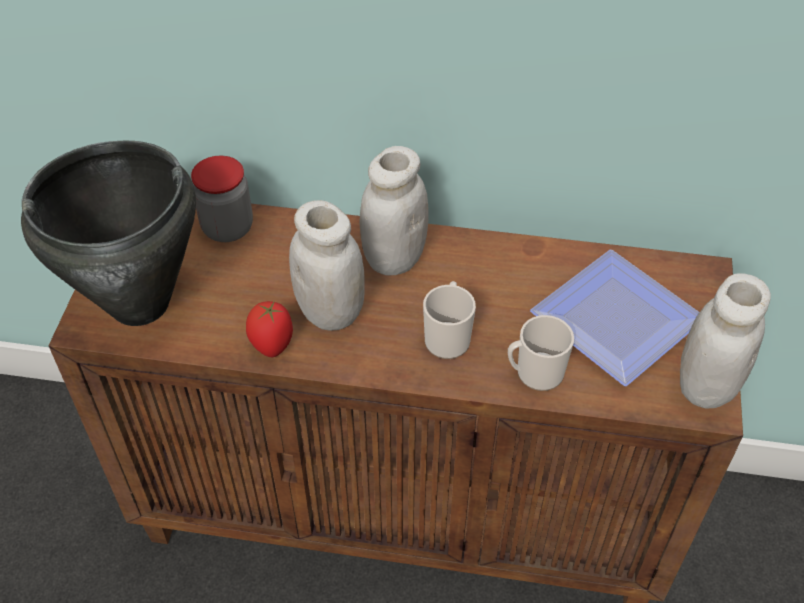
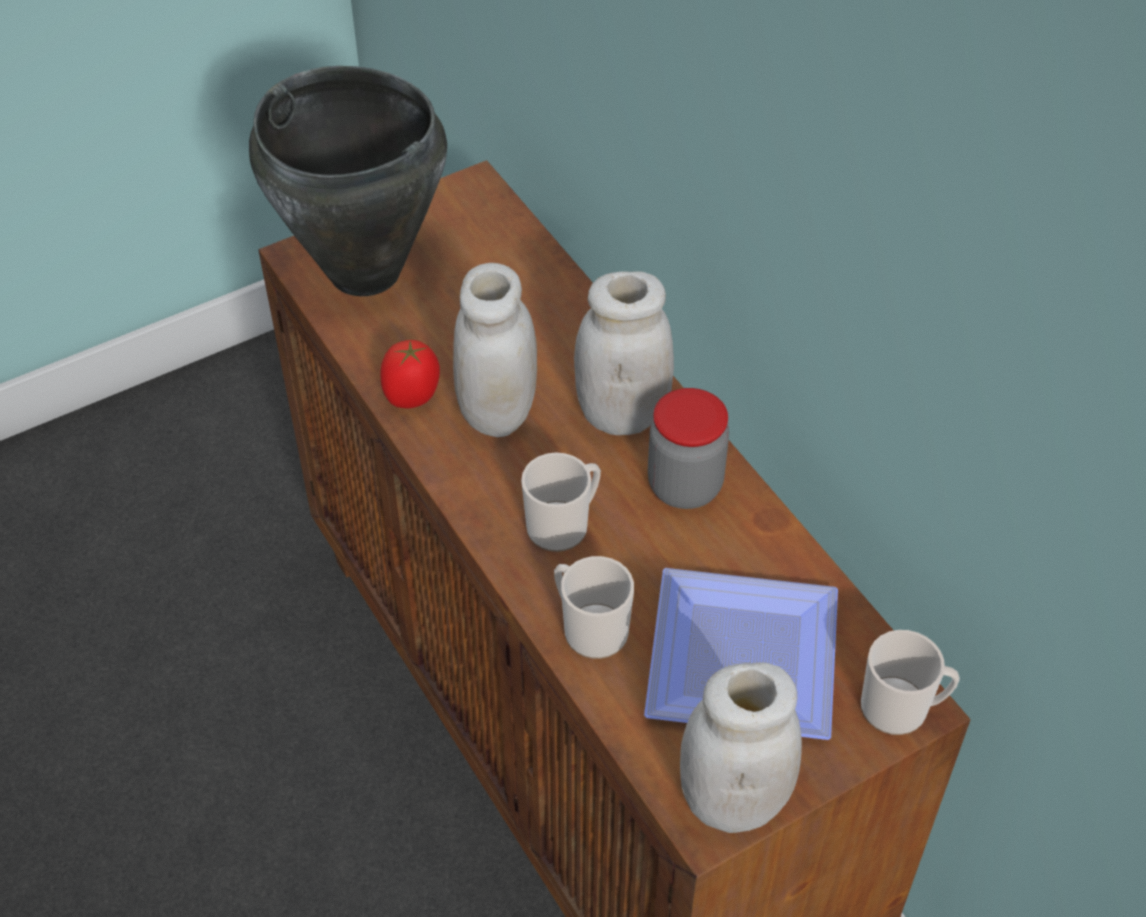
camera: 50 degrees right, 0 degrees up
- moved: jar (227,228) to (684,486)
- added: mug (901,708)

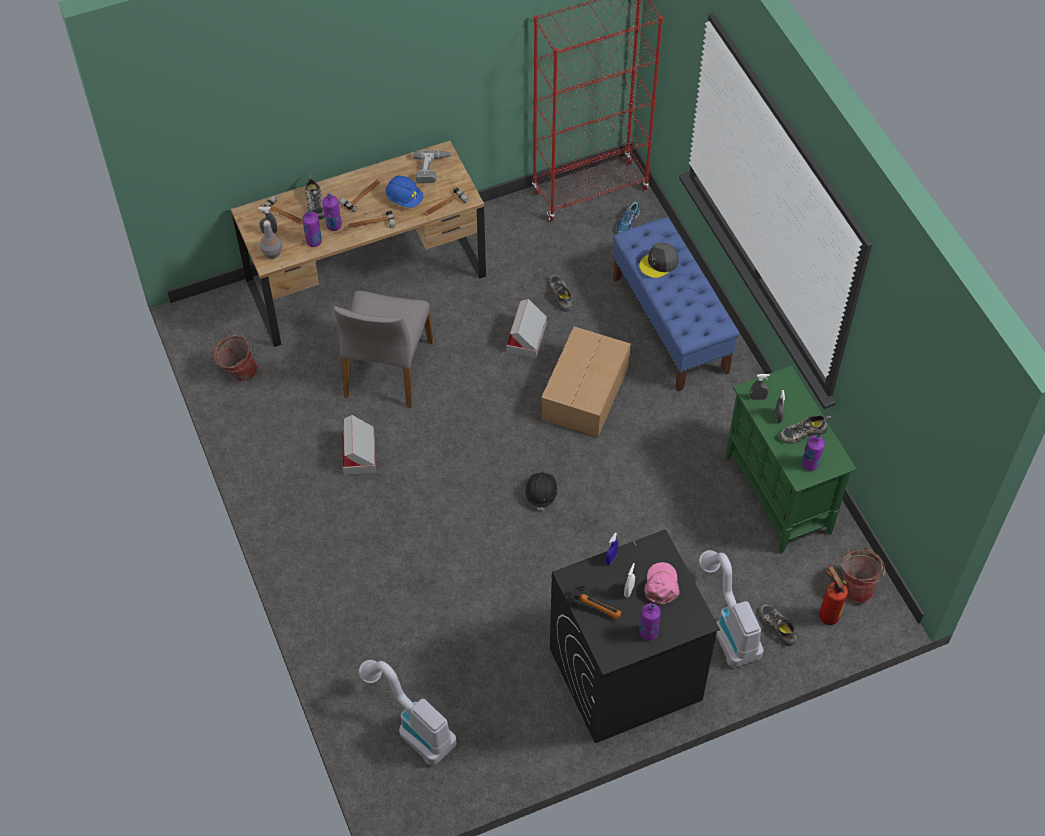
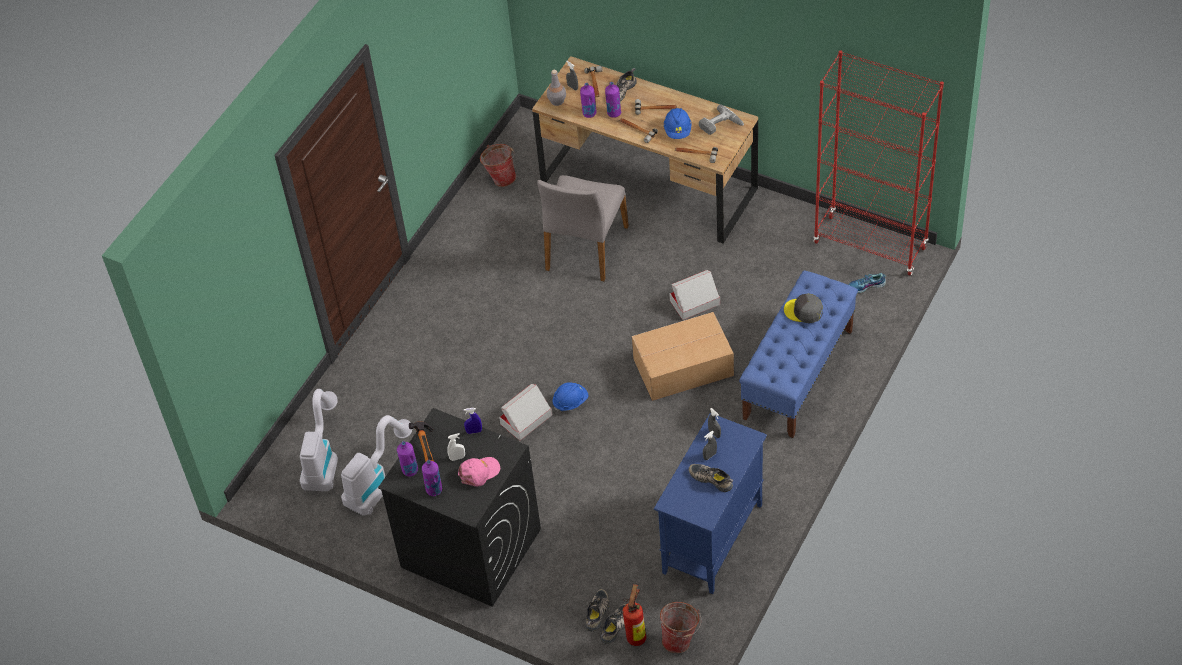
camera: 55 degrees right, 5 degrees down
- moved: shoe (562,295) to (616,626)
- turned: grey chair (386,369) = (585,248) 45 degrees counterclockwise
- recoloured: green cabinet (778,496) to blue cabinet (712,540)
- moved: cardboard box (359,454) to (526,419)
- moved: purple bottle (810,464) to (410,470)
- recoloured: black hard hat (541,494) to blue hard hat (570,402)
- moved: vacuum cleaner (728,626) to (377,482)

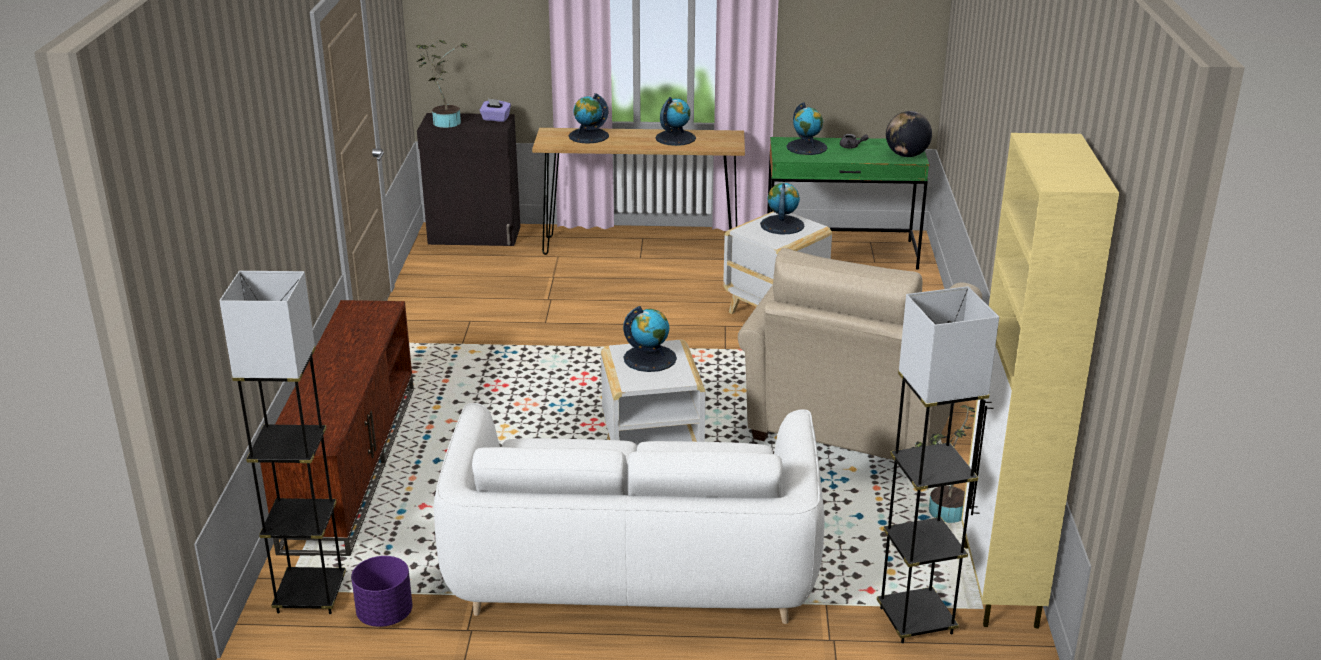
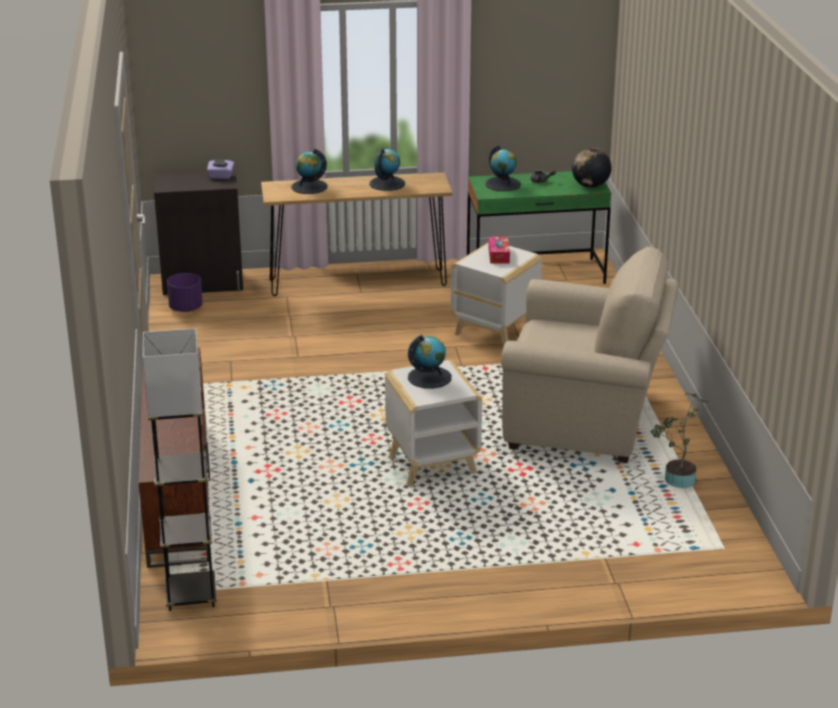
camera: 10 degrees left, 0 degrees up
- removed: potted plant (444,122)
- removed: beige cabinet (999,587)
- replaced: globe (782,225) to tissue box (498,255)
- turned: beige armchair (850,427) = (585,422) 90 degrees counterclockwise
- removed: grey floor lamp (916,620)
- removed: white sofa (633,574)
- moved: purple planter (384,615) to (185,308)

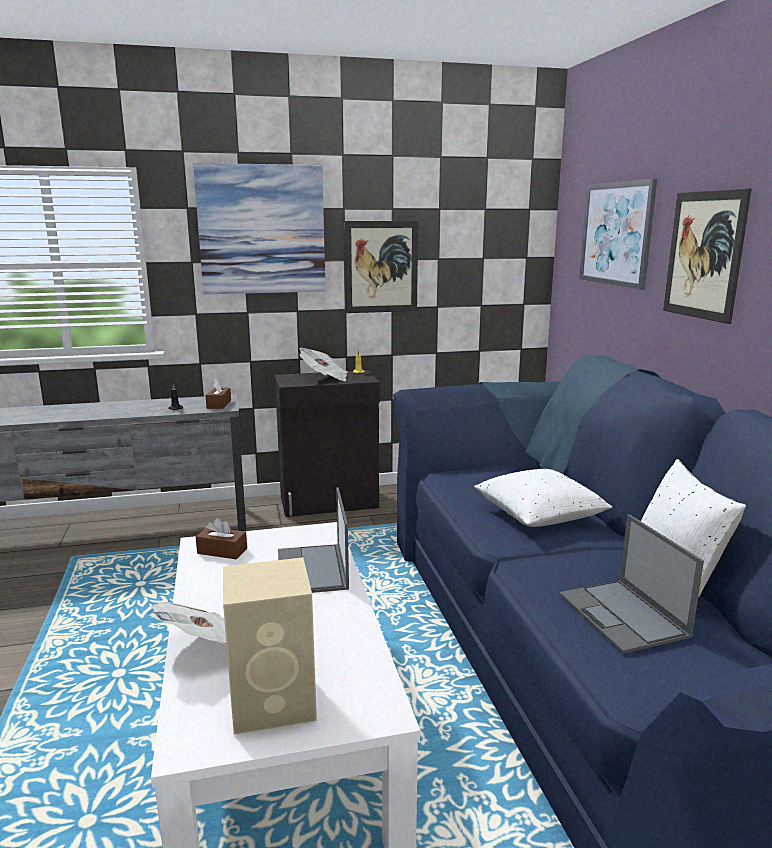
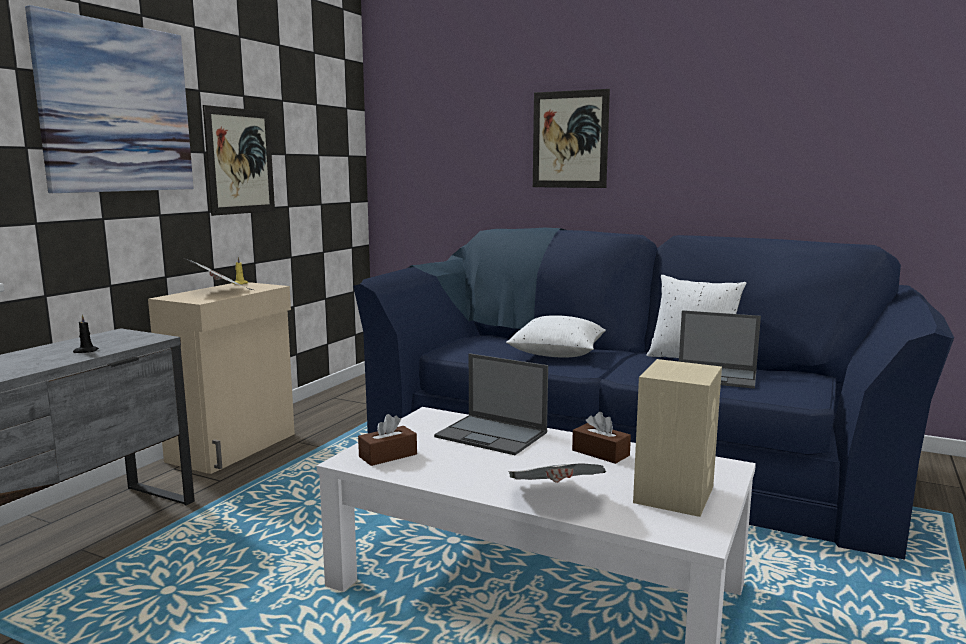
camera: 50 degrees left, 5 degrees down
- removed: picture (616,234)
- recoloured: black cabinet (330,503) to beige cabinet (234,447)
- moved: brown tissue box (219,404) to (600,453)

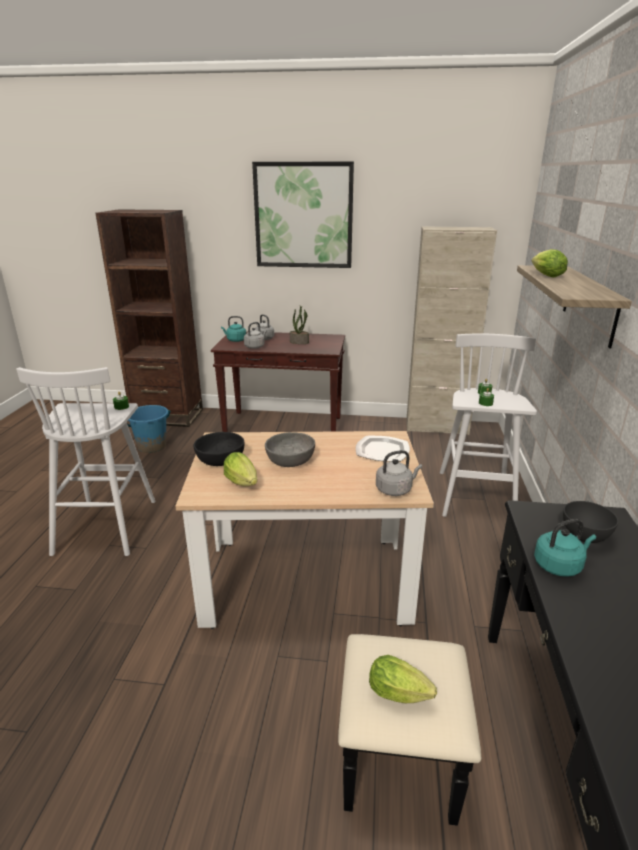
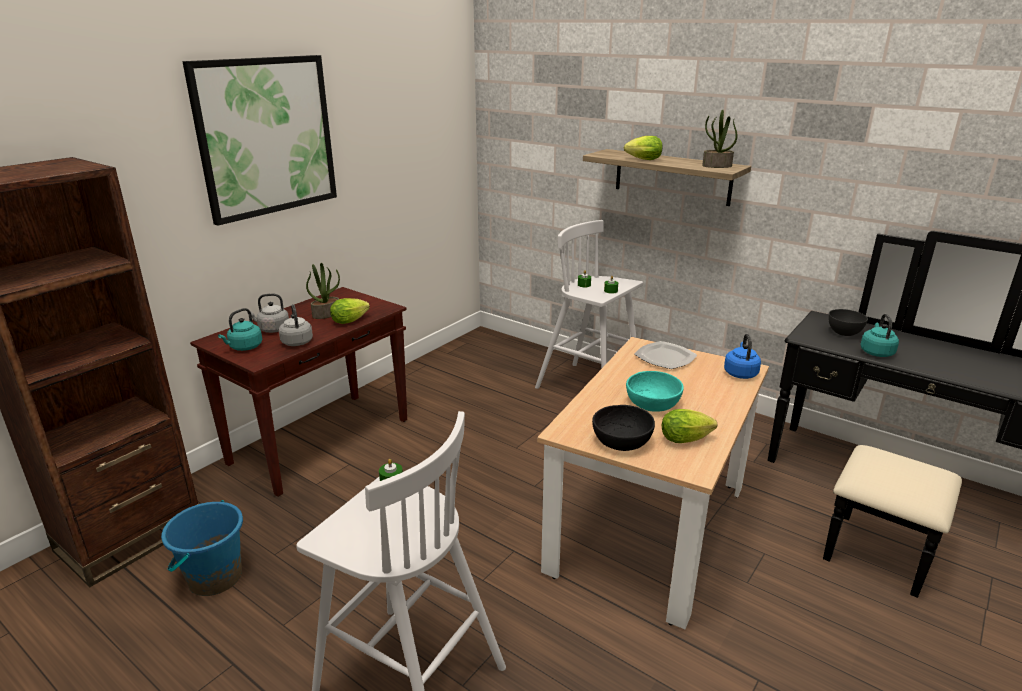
camera: 60 degrees left, 0 degrees up
- removed: beige cabinet (436,427)
- recoloured: grey bowl (290,460) to turquoise bowl (652,403)
- recoloured: grey kettle (395,489) to blue kettle (740,373)
- moved: lettuce (401,695) to (351,320)
- added: potted plant (716,166)

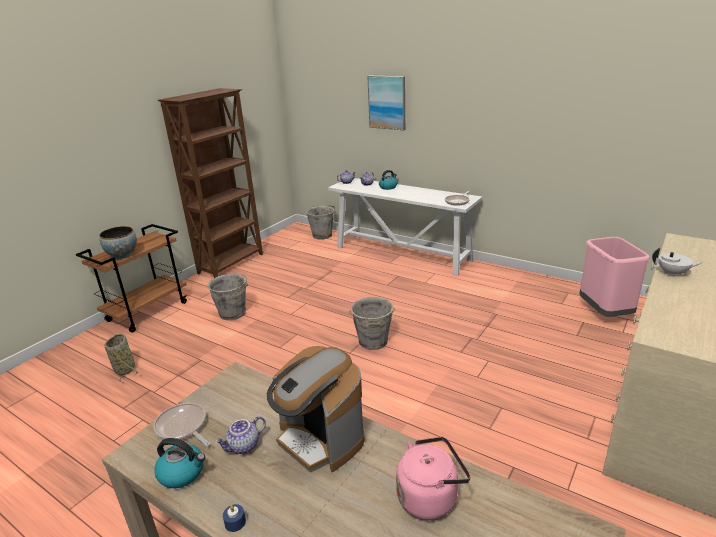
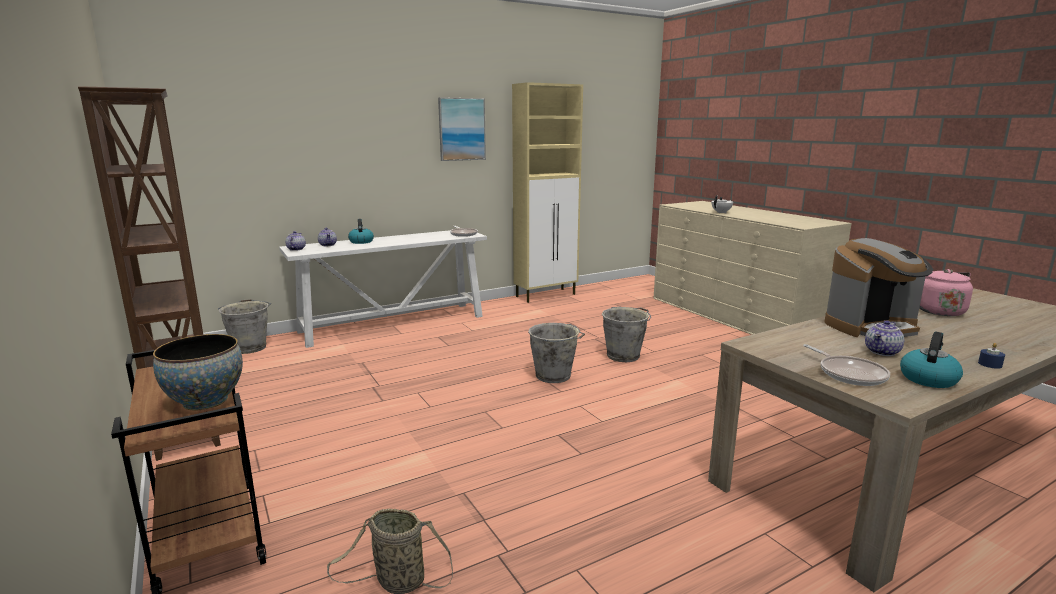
camera: 65 degrees left, 10 degrees down
- moved: picture (387,102) to (461,129)
- removed: pink trash can (605,312)
- moved: grey bucket (233,313) to (624,355)
- turned: frying pan (183,427) = (849,374) 90 degrees counterclockwise
- turned: teapot (244,446) = (882,352) 60 degrees clockwise
- added: beige cabinet (546,295)

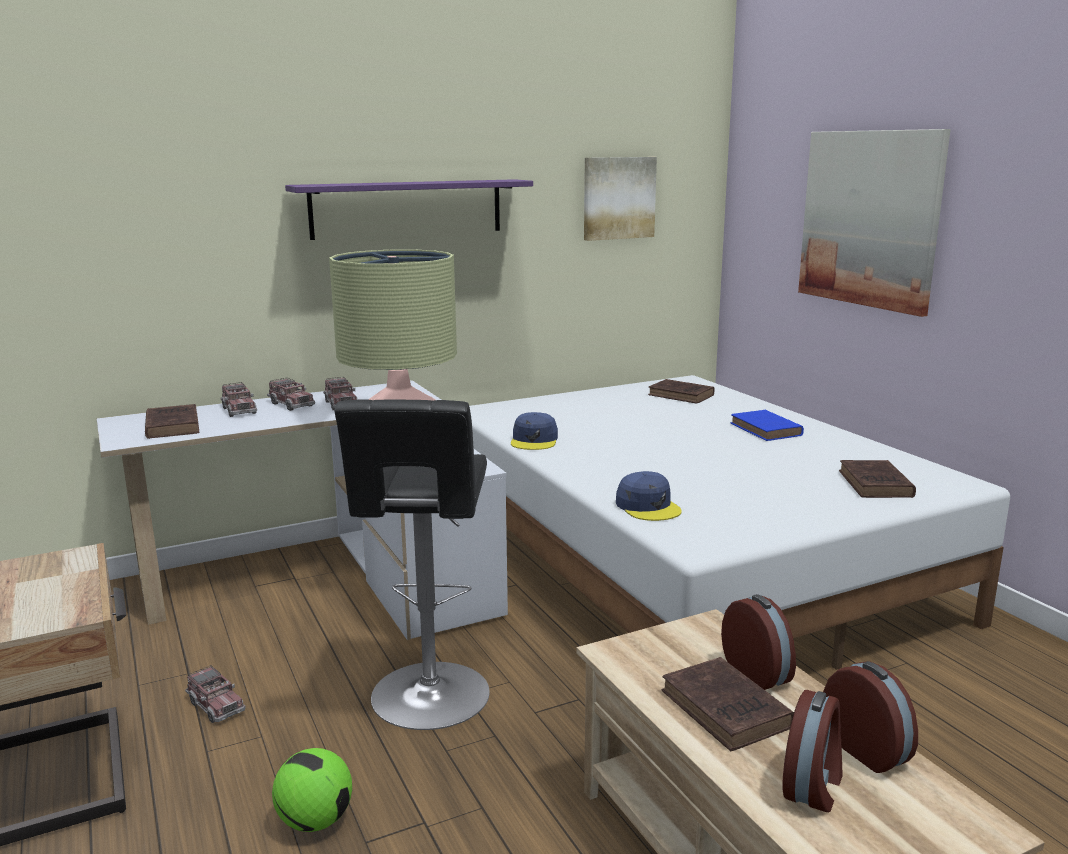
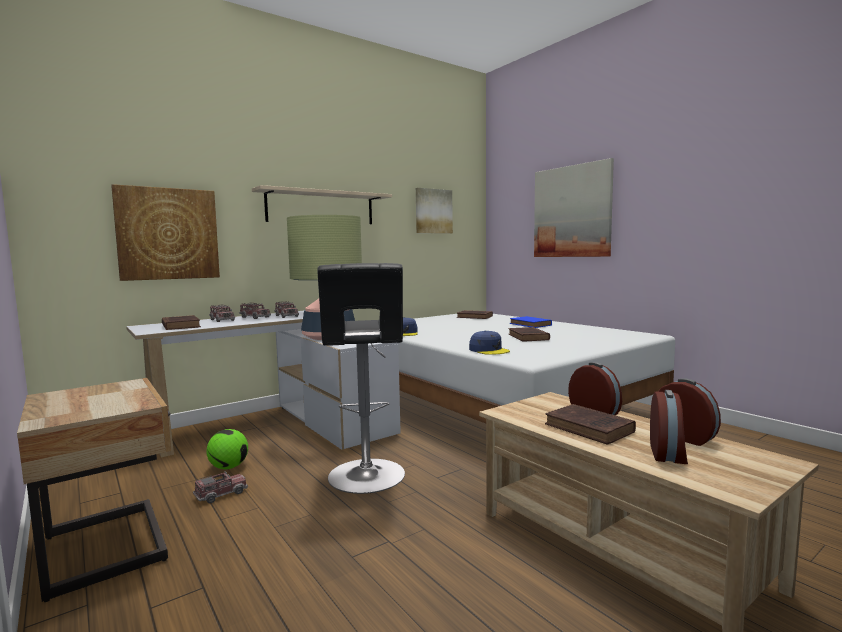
camera: 10 degrees left, 10 degrees down
- recoloured: purple shelf (407,208) to beige shelf (321,208)
- moved: brown book (876,485) to (528,337)
- turned: toy truck (216,705) = (221,494) 75 degrees counterclockwise
- moved: football (315,821) to (228,467)
- added: picture (168,234)

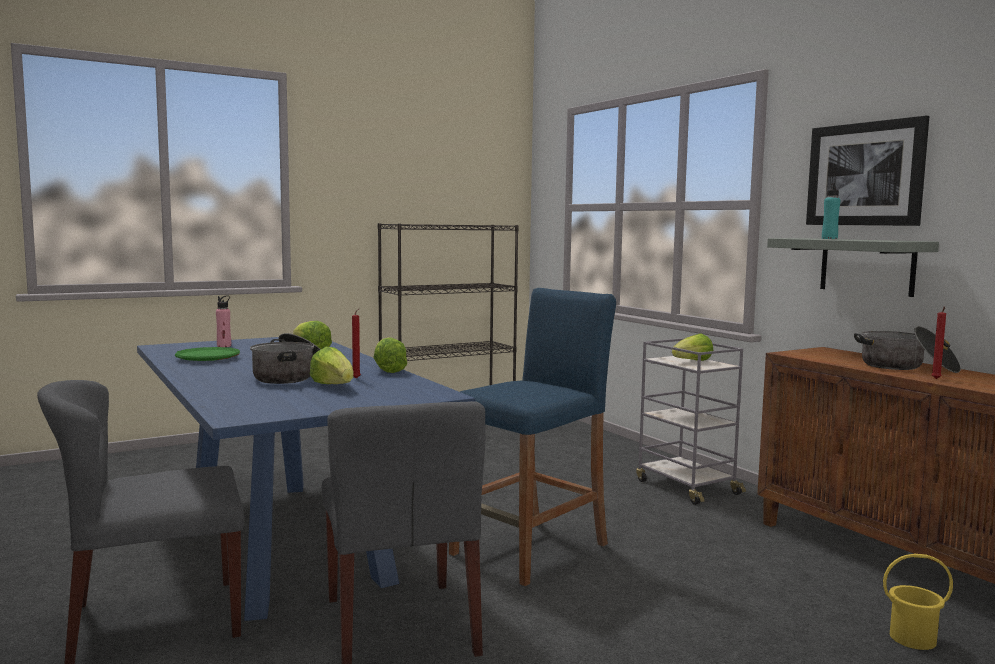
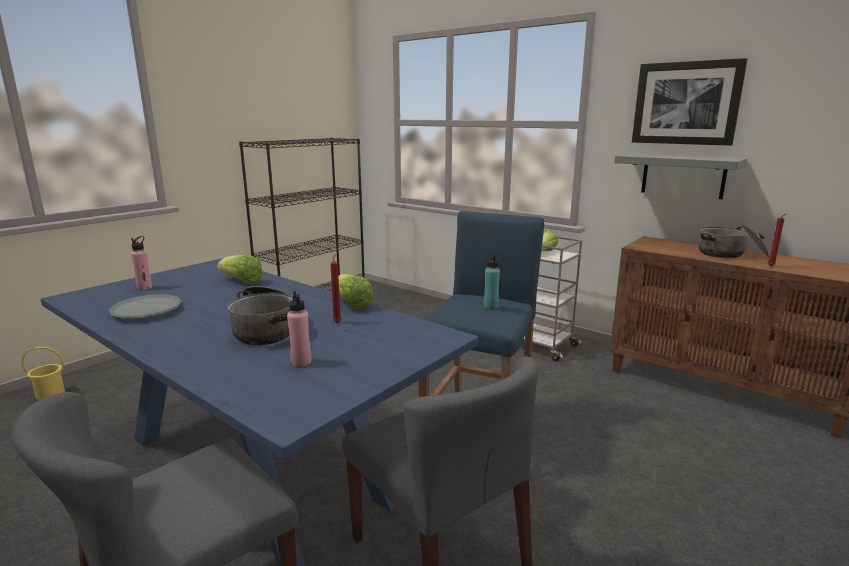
camera: 20 degrees left, 10 degrees up
- moved: turquoise bottle (829,238) to (490,306)
- recoloured: green plate (208,358) to grey plate (147,311)
- removed: lettuce (333,386)
- moved: yellow bucket (912,638) to (50,393)
- added: pink bottle (301,362)

